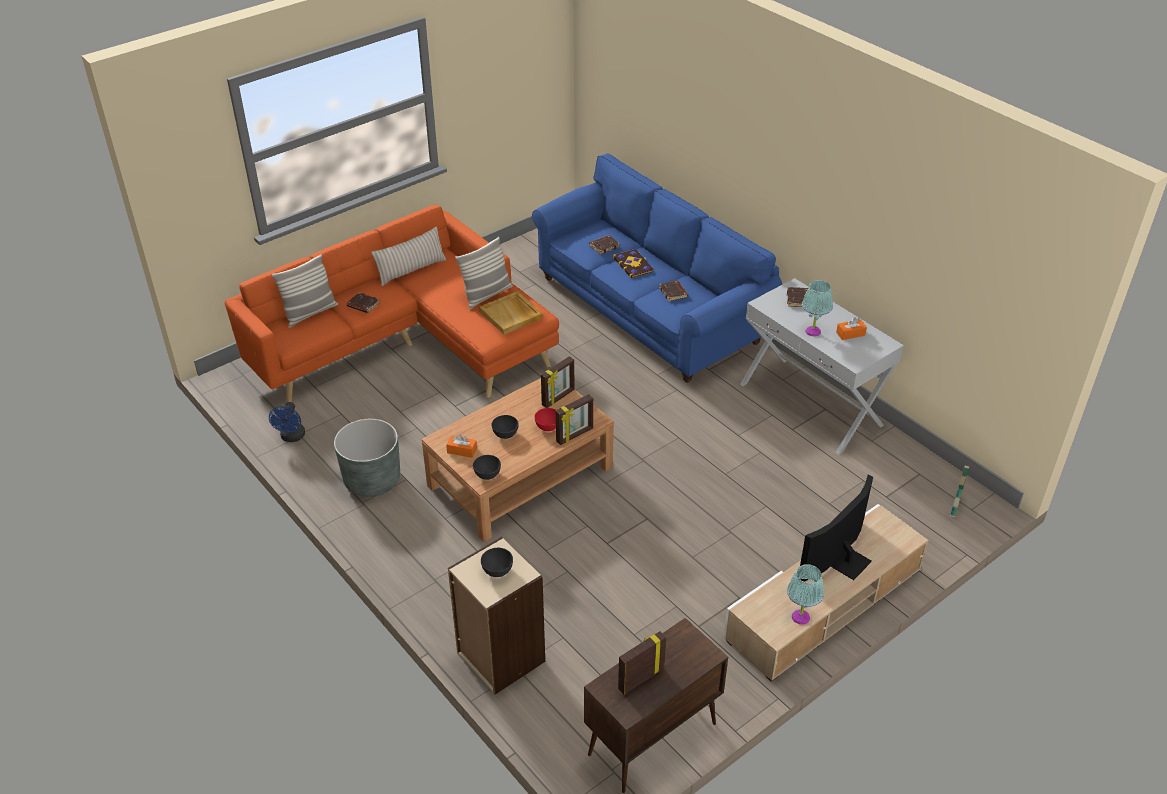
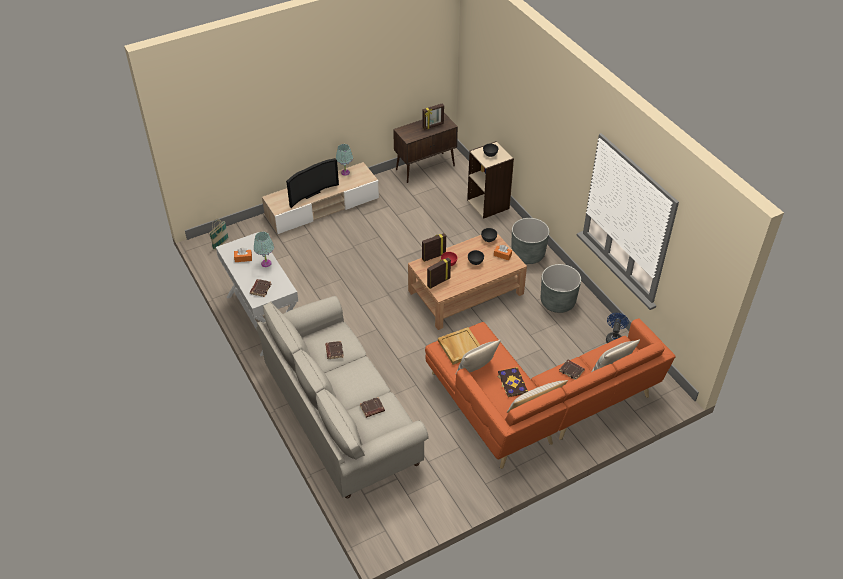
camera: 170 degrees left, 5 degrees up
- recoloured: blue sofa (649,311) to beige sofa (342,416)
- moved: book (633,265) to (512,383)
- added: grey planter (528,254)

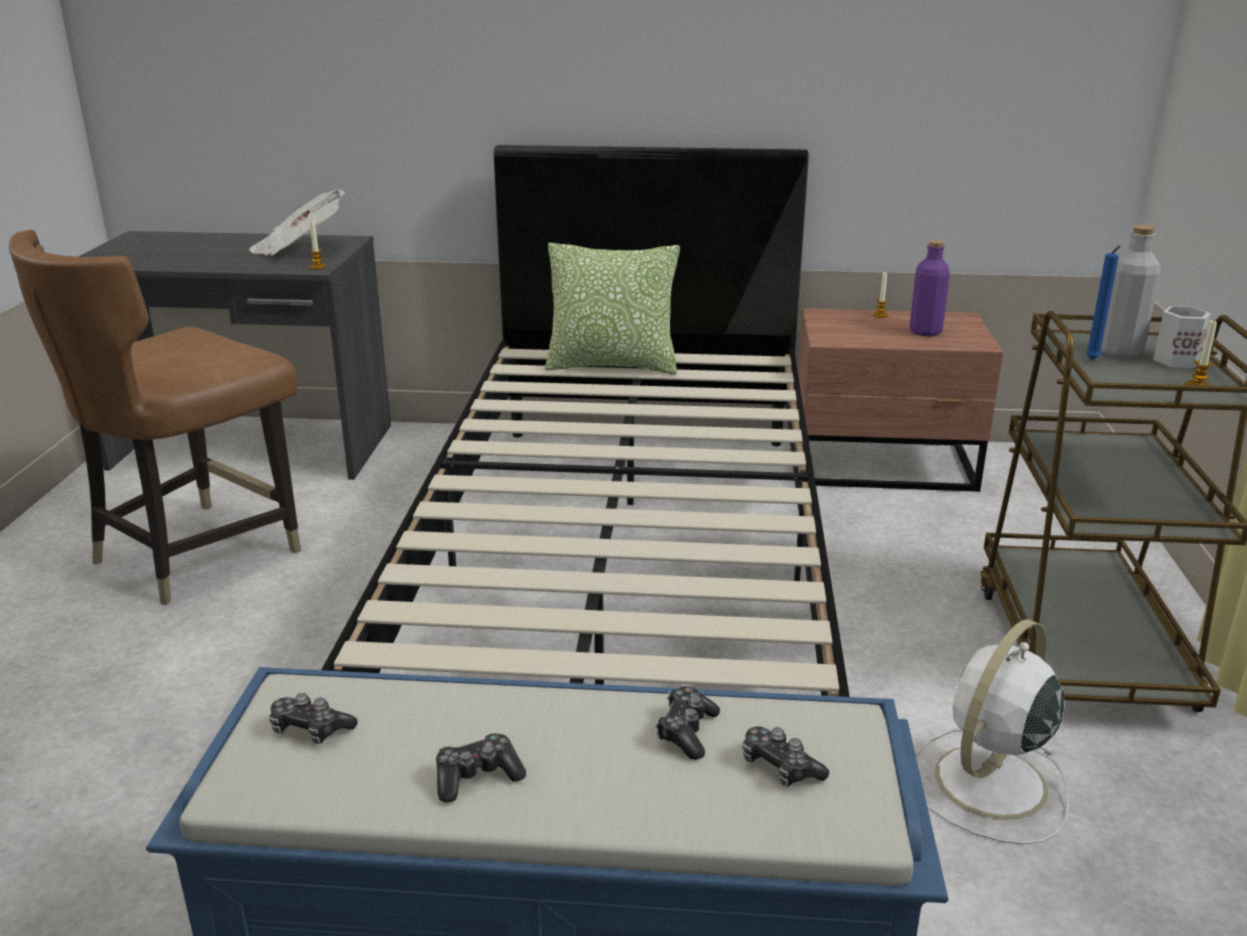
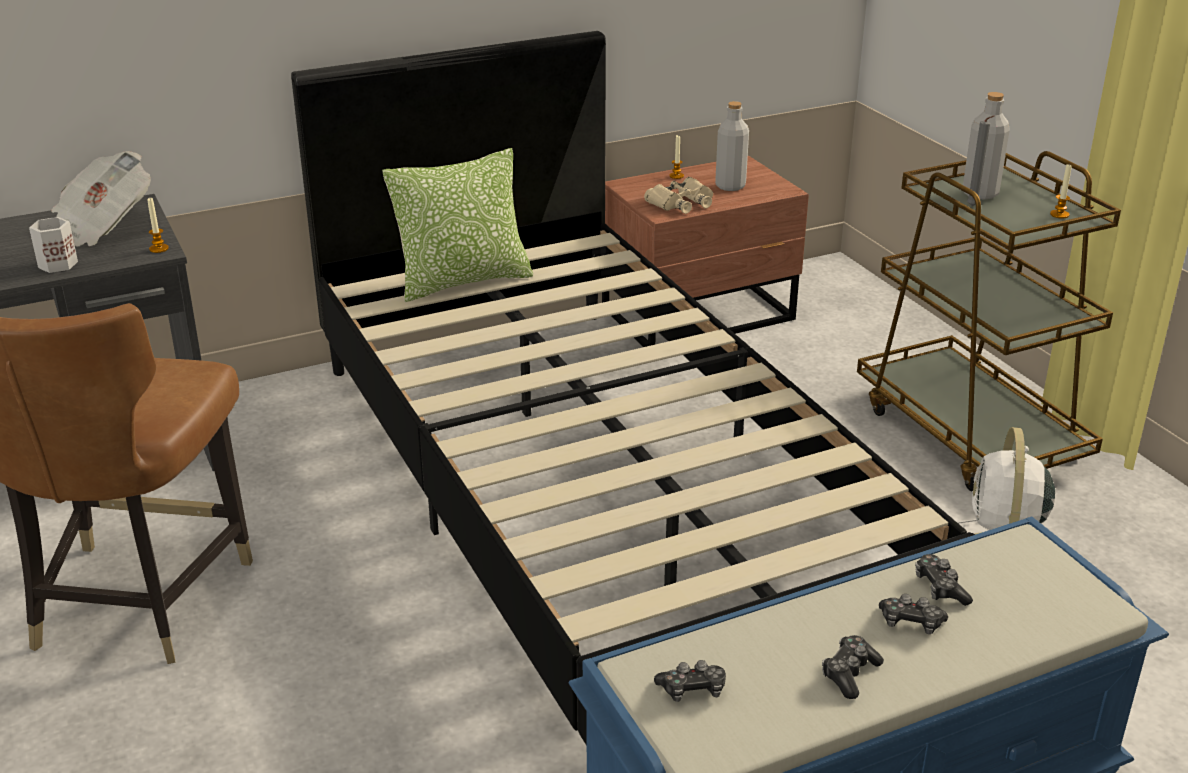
camera: 30 degrees left, 5 degrees up
- recoloured: purple bottle (925,332) to grey bottle (730,186)
- recoloured: blue candle (1092,360) to grey candle (973,207)
- moved: white mug (1173,360) to (56,264)
- moved: game controller (780,767) to (911,623)
- added: beige binoculars (681,203)

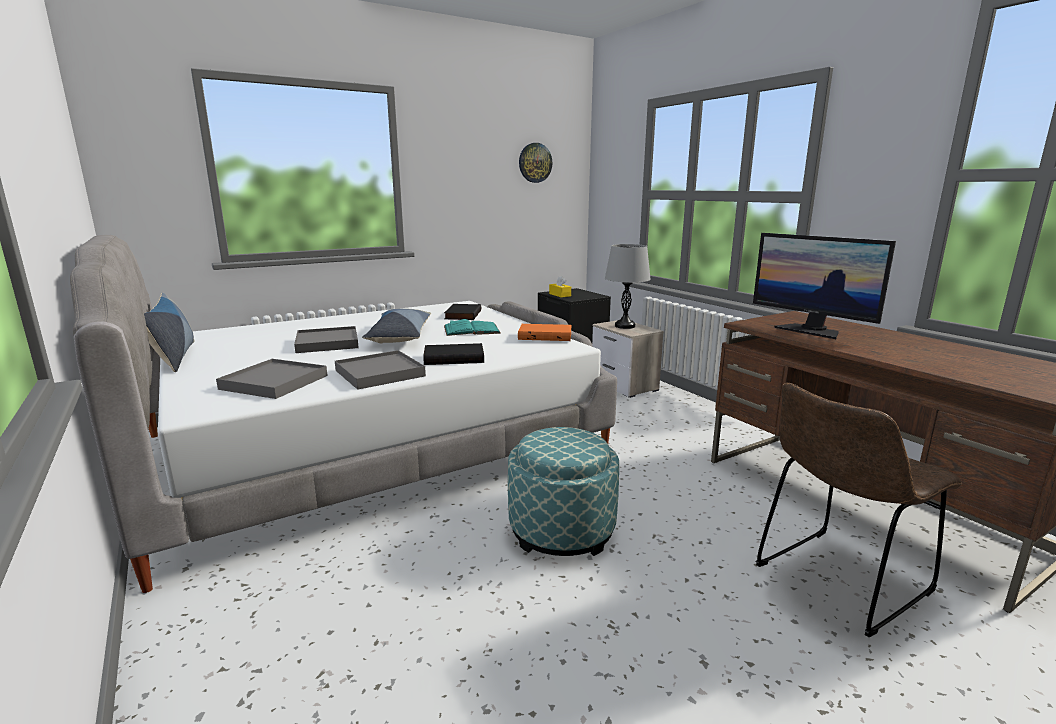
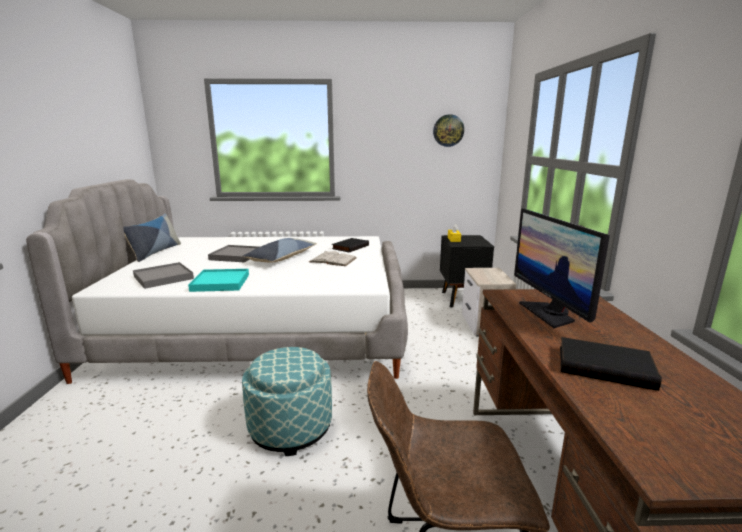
camera: 30 degrees right, 0 degrees up
- removed: grey table lamp (625,326)
- recoloured: turquoise book (471,329) to white book (333,260)
- removed: orange book (545,335)
- moved: black book (454,357) to (605,366)
- recoloured: grey tray (379,373) to turquoise tray (220,283)

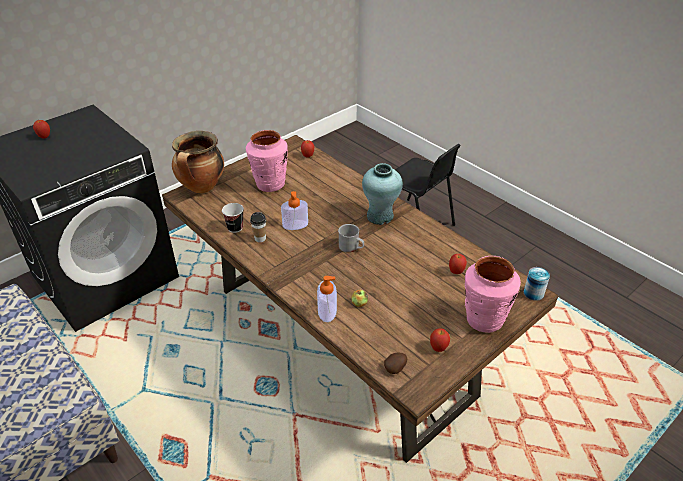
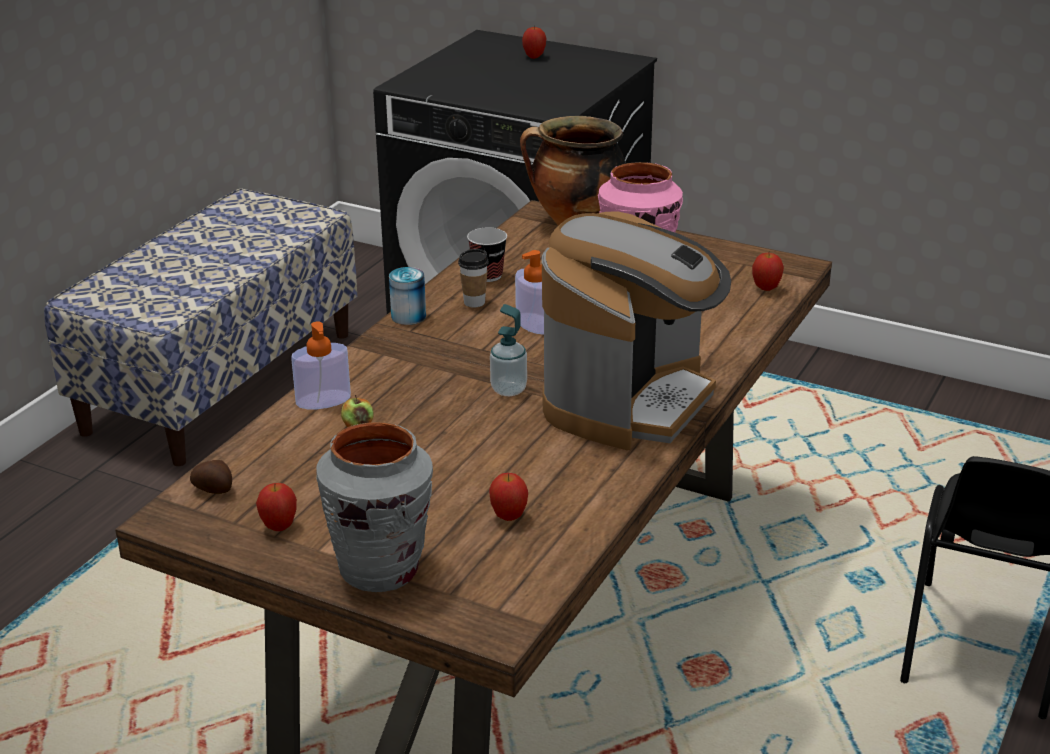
camera: 70 degrees right, 10 degrees down
- replaced: turquoise vase (380,216) to coffee machine (630,401)
- replaced: grey mug (351,247) to soap dispenser (508,389)
- recoloured: pink vase (483,319) to grey vase (380,570)
- moved: can (533,293) to (408,316)

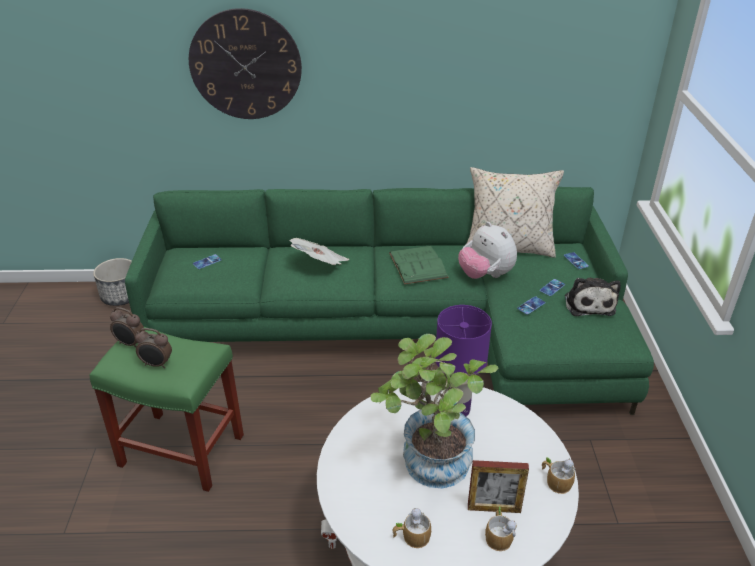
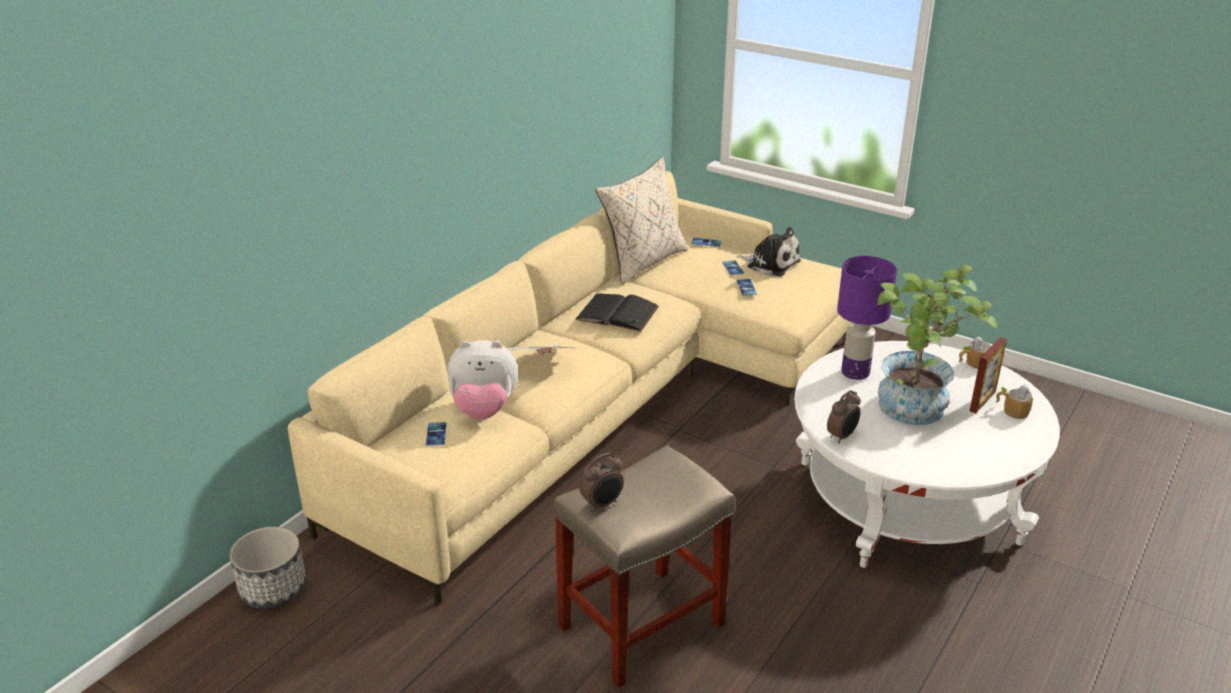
camera: 55 degrees left, 5 degrees down
- removed: wall clock (245,65)
- recoloured: green sofa (402,328) to beige sofa (608,403)
- moved: plush toy (485,275) to (484,410)
- recoloured: green book (418,265) to black book (617,313)
- recoloured: green stool (183,450) to beige stool (643,624)
- moved: alarm clock (157,364) to (842,436)
- removed: mug (411,537)

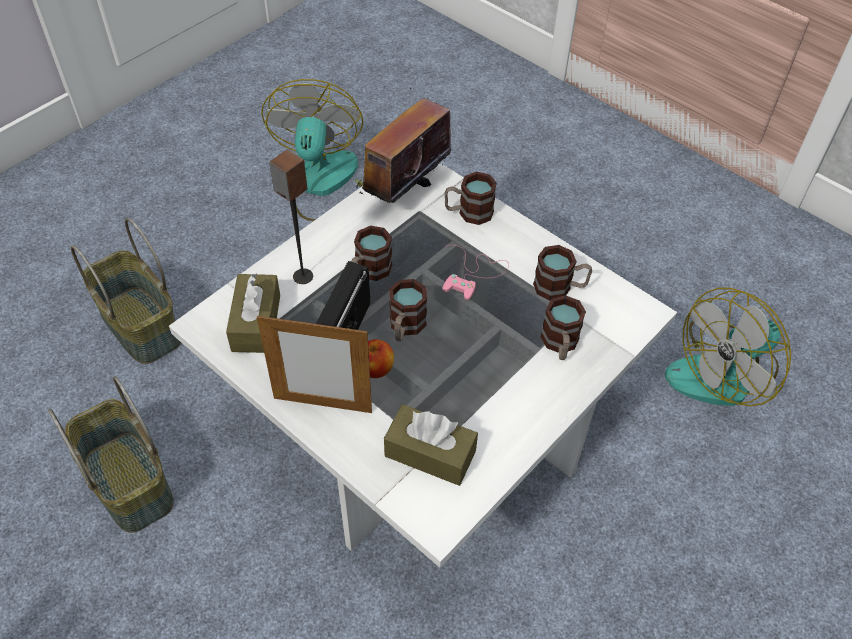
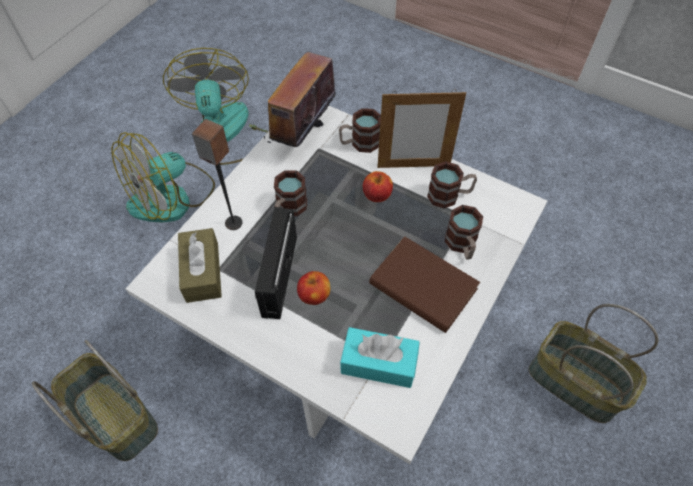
camera: 10 degrees left, 5 degrees up
- moved: basket (139,326) to (573,383)
- replaced: pink game controller (474,273) to apple (377,195)
- removed: mug (405,327)
- moved: fan (723,372) to (172,197)
- moved: picture frame (322,405) to (413,166)
- recoloured: brown tissue box (430,453) to turquoise tissue box (378,363)
- added: brown book (423,287)

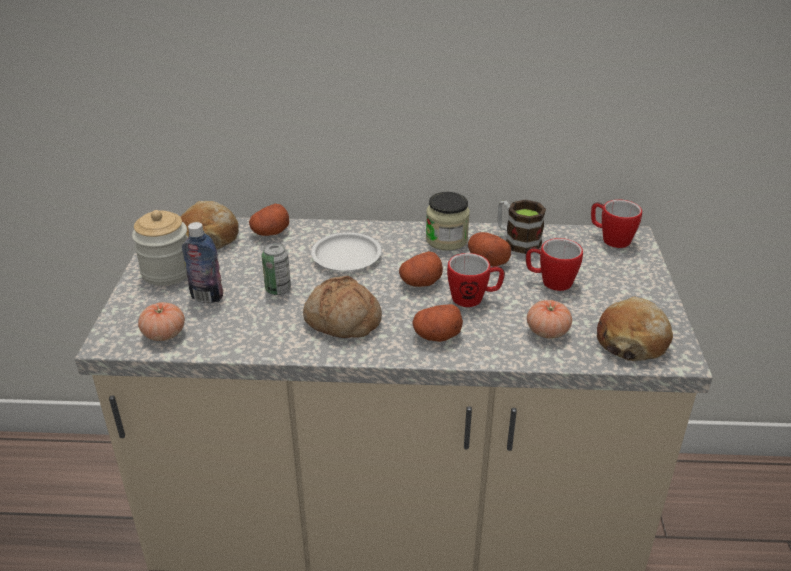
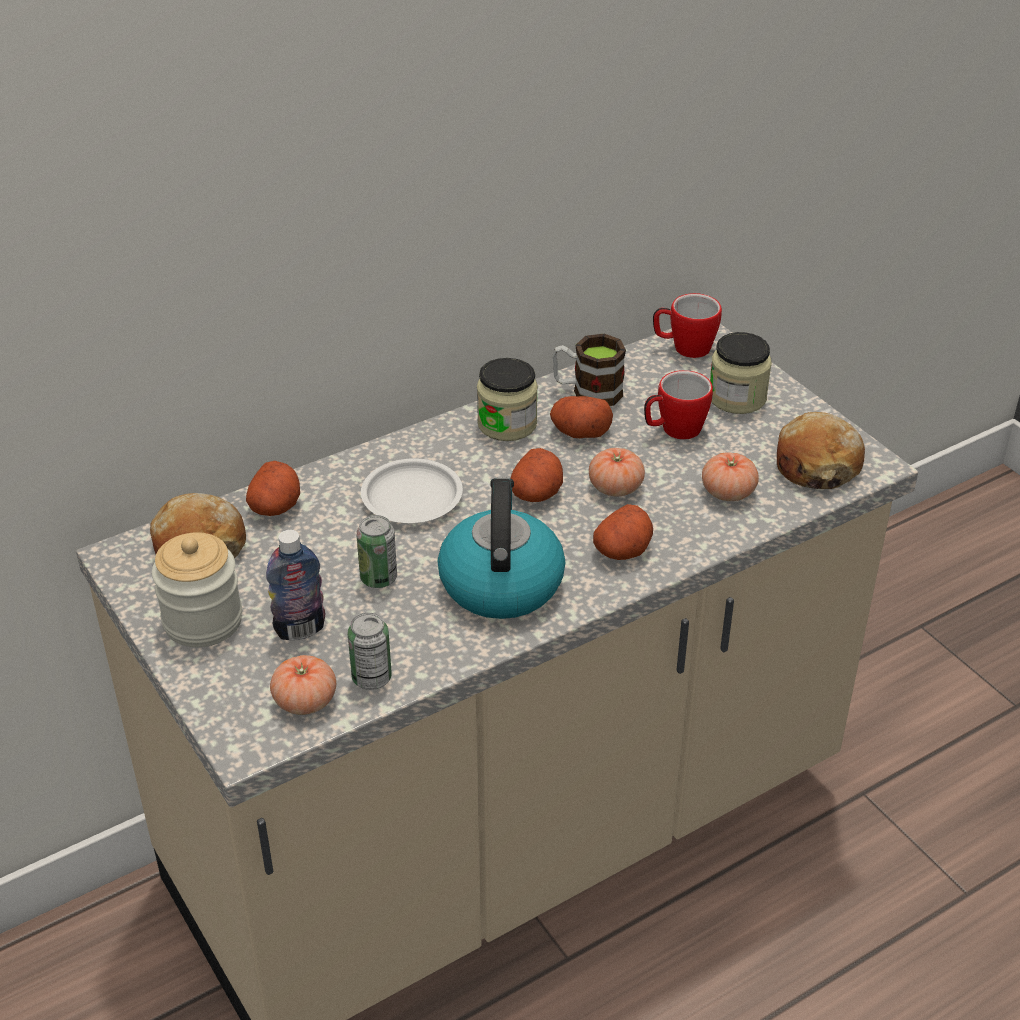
camera: 35 degrees left, 5 degrees up
- replaced: mug (474,299) to tomato (615,487)
- replaced: bread (342,321) to kettle (500,582)
- added: jar (737,398)
- added: can (371,678)

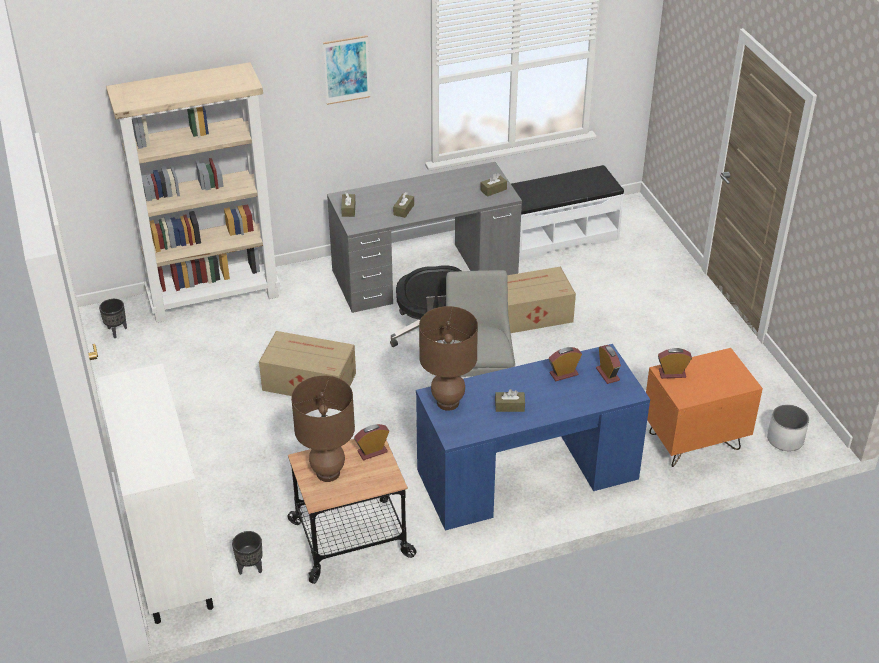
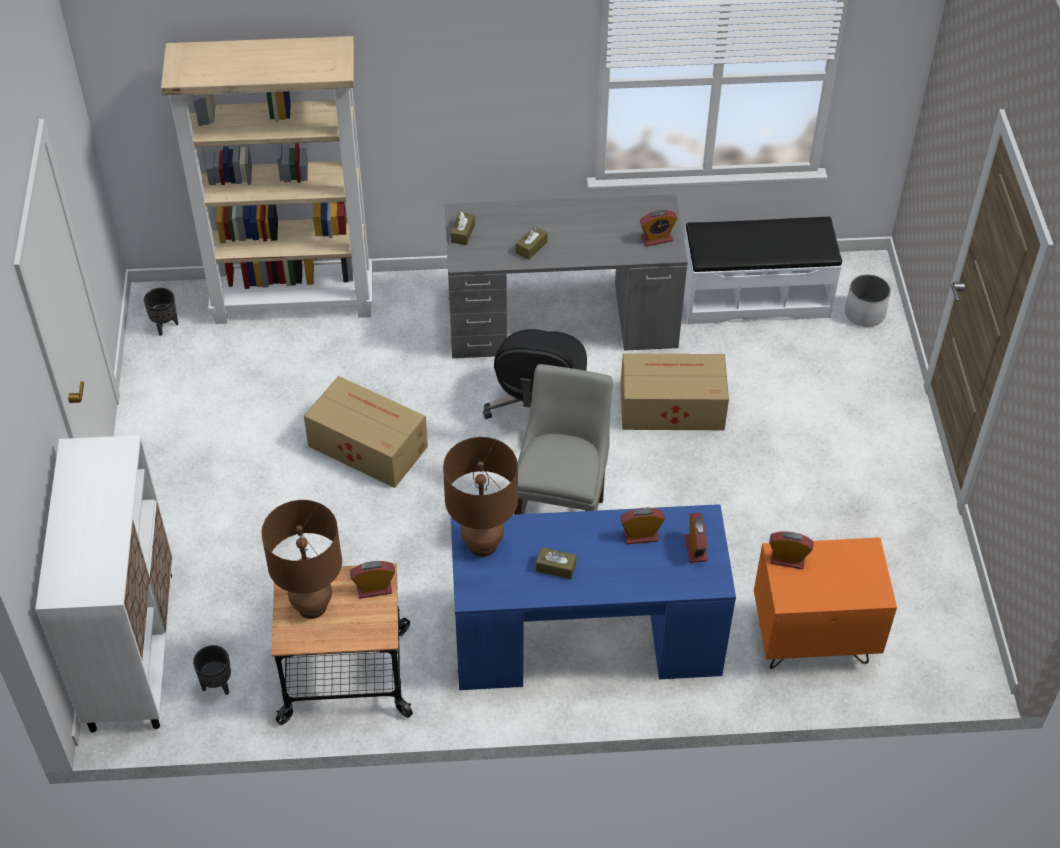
camera: 15 degrees right, 10 degrees up
- removed: picture (346,69)
- replaced: brown tissue box (493,190) to alarm clock (656,239)
- moved: white planter (784,439) to (864,313)

